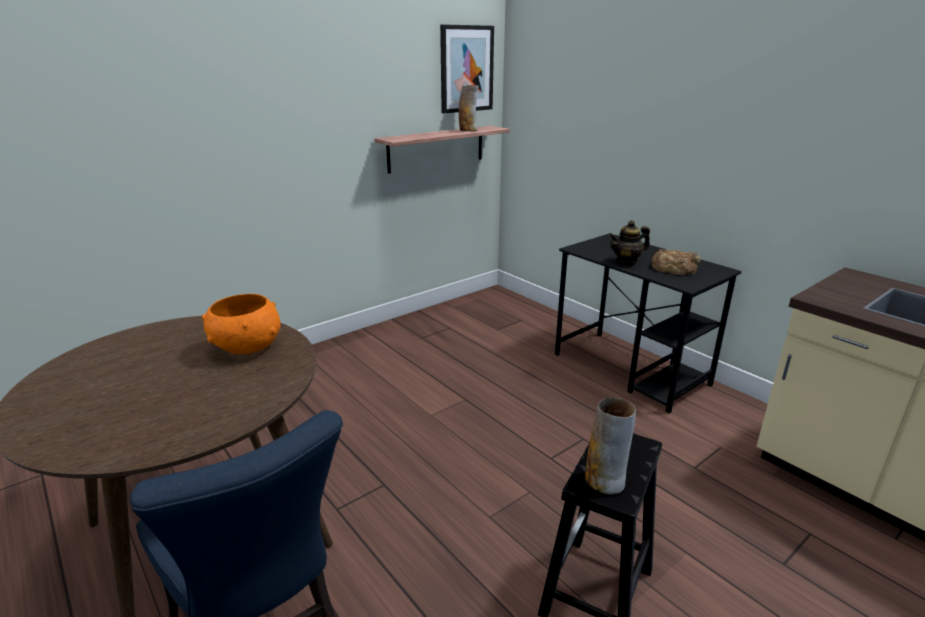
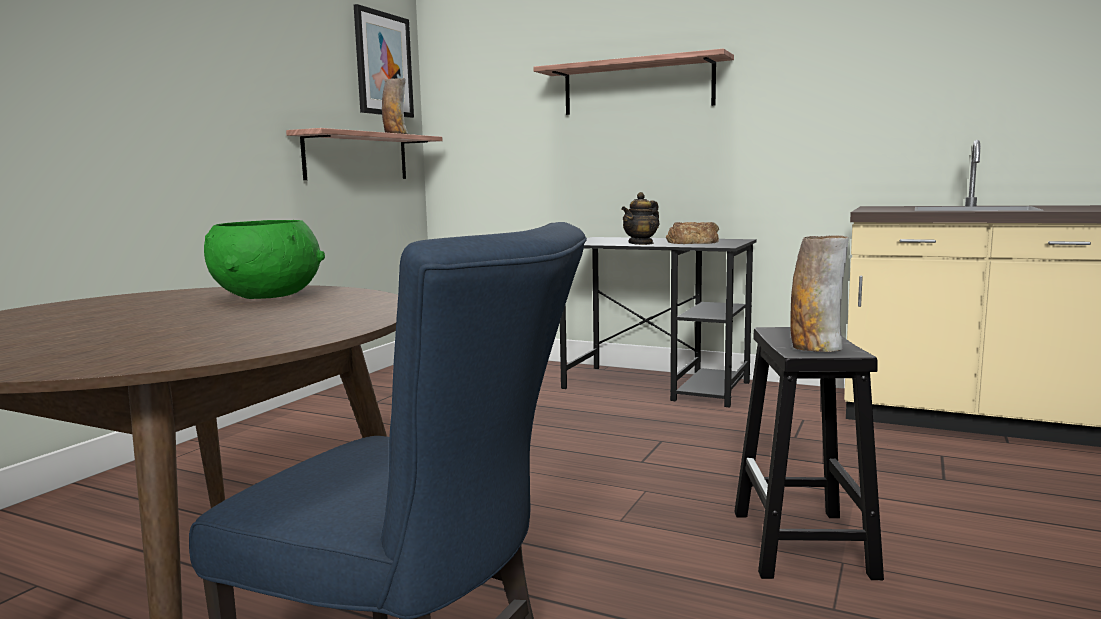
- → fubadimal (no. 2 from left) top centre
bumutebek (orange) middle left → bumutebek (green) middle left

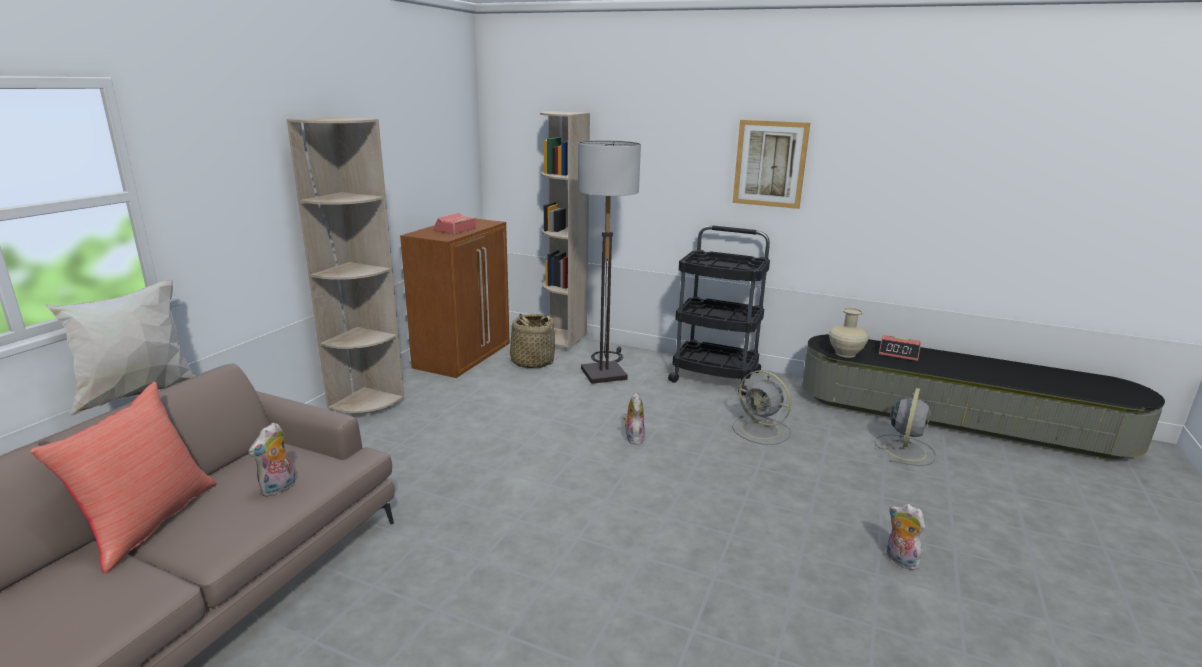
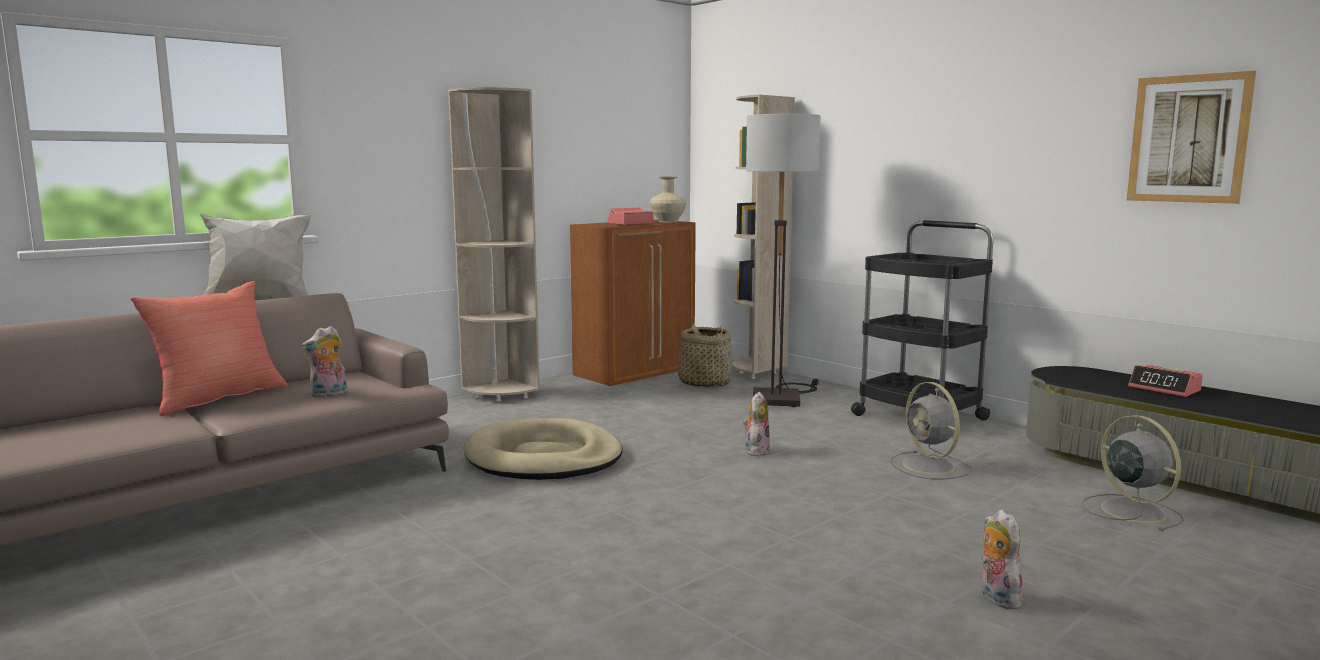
- → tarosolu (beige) bottom centre
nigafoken top centre → nigafoken top right, relocated
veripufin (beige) middle right → veripufin (beige) top centre, relocated
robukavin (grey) (no. 2 from left) middle right → robukavin (grey) (no. 2 from left) bottom right, 75 degrees counterclockwise

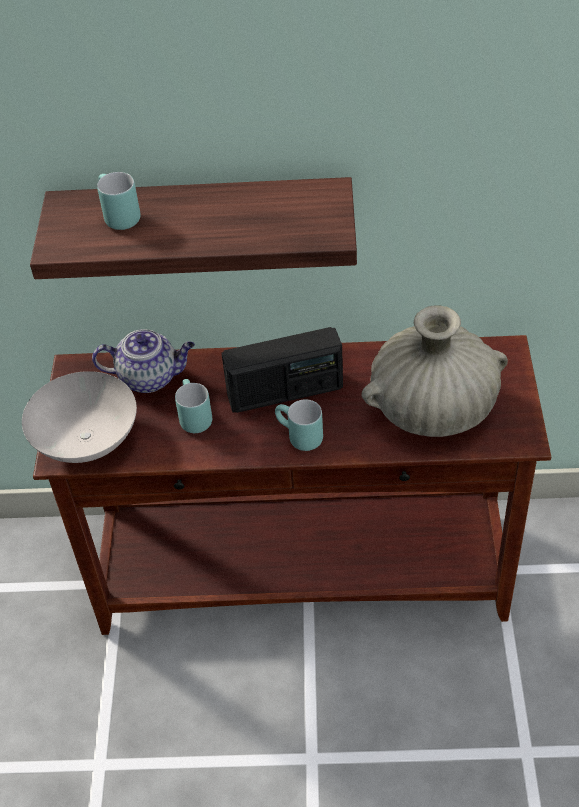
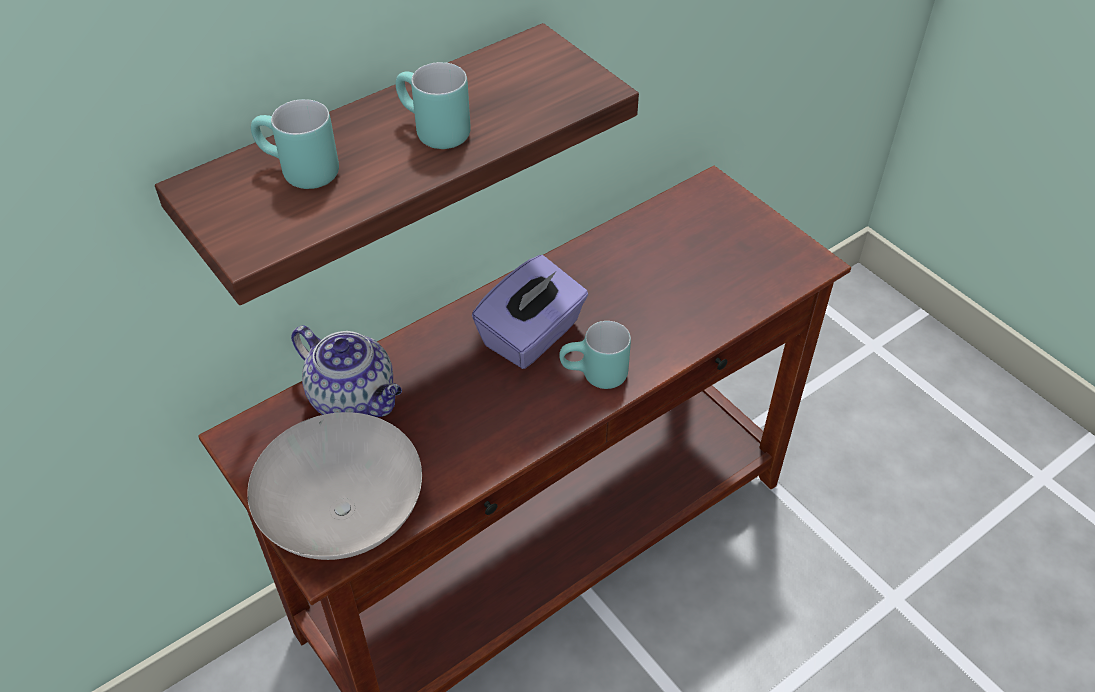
veripufin (beige) middle right → -
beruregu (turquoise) (no. 2 from left) centre → beruregu (turquoise) (no. 2 from left) top centre, relocated
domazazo centre → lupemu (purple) centre
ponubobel middle left, 75 degrees clockwise

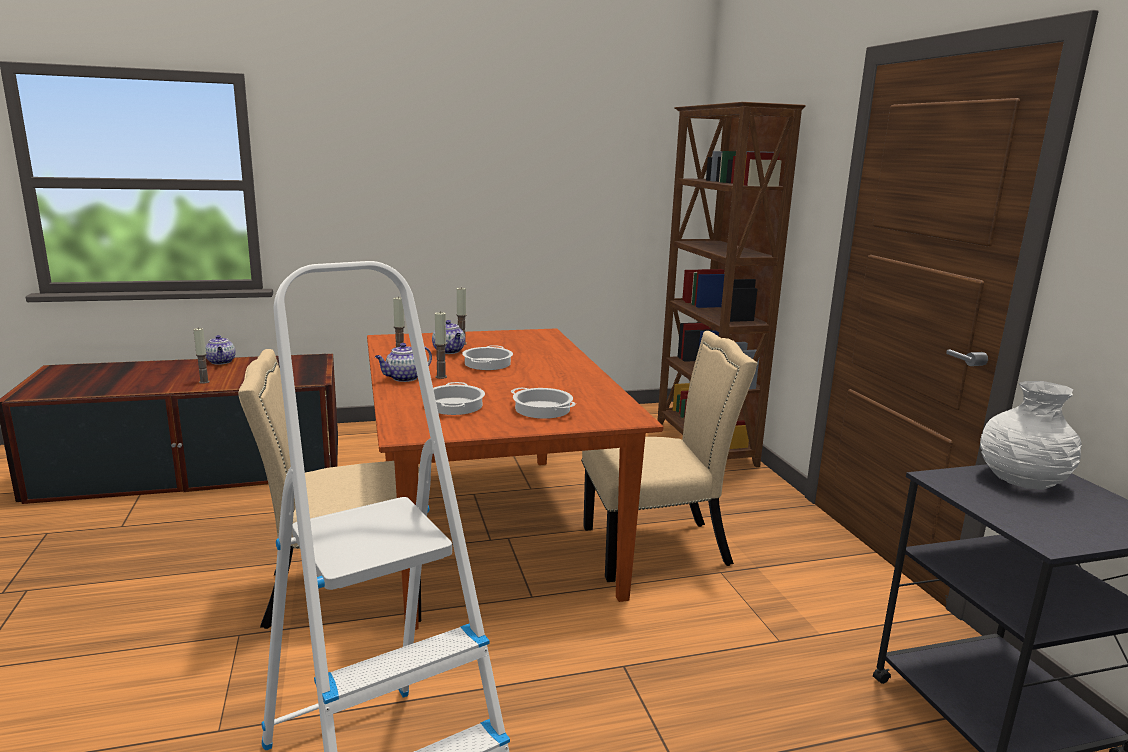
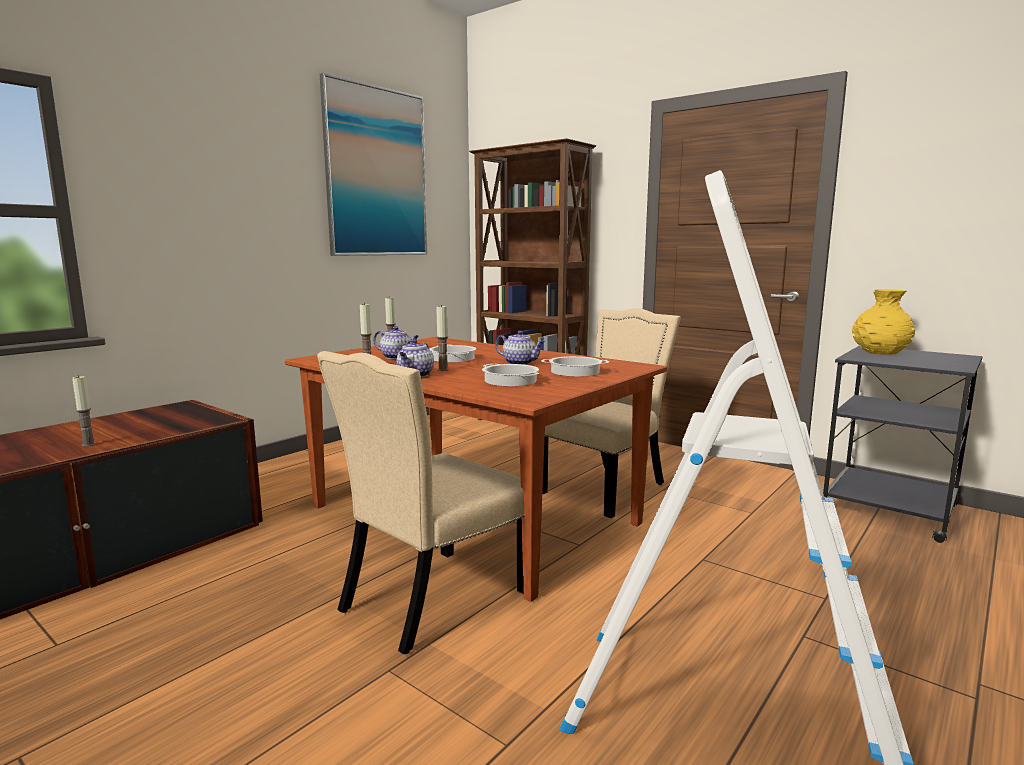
- → nigafoken top centre
ponubobel (no. 1 from left in the first image) middle left → ponubobel (no. 3 from left) centre, relocated
veripufin (white) middle right → veripufin (yellow) middle right

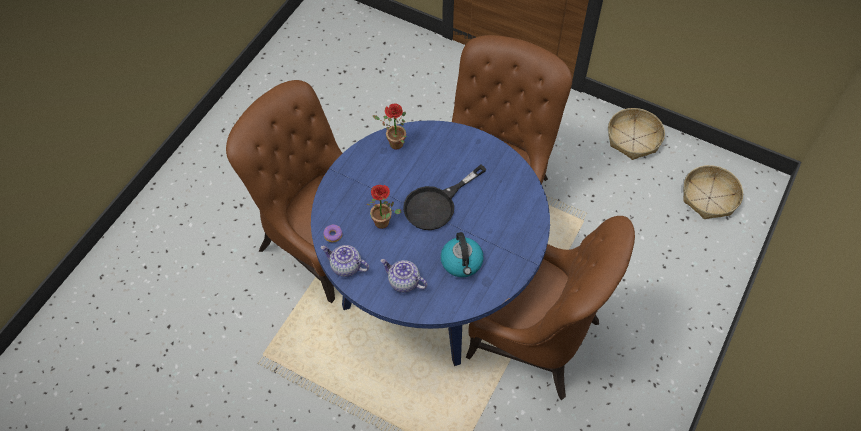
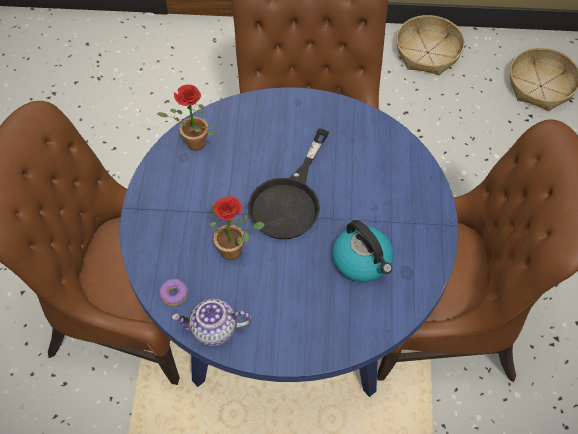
ponubobel (no. 2 from left) centre → -

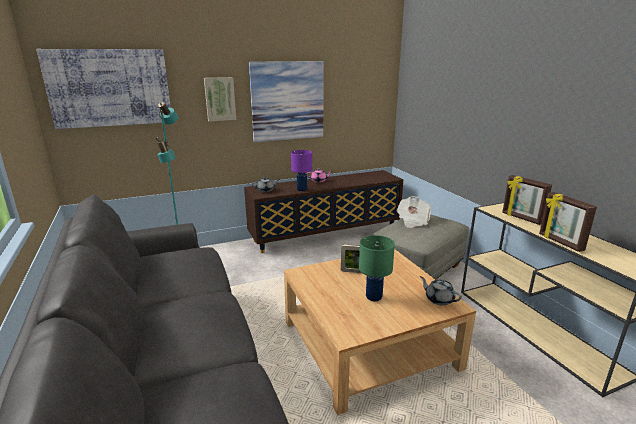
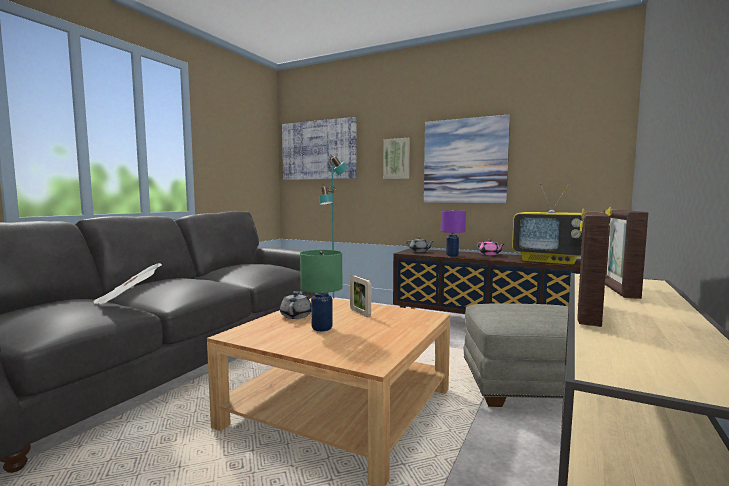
- → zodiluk middle right
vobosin centre → vobosin middle left, relocated
ponubobel (grey) (no. 2 from left in the first image) bottom right → ponubobel (grey) (no. 1 from left) centre, relocated

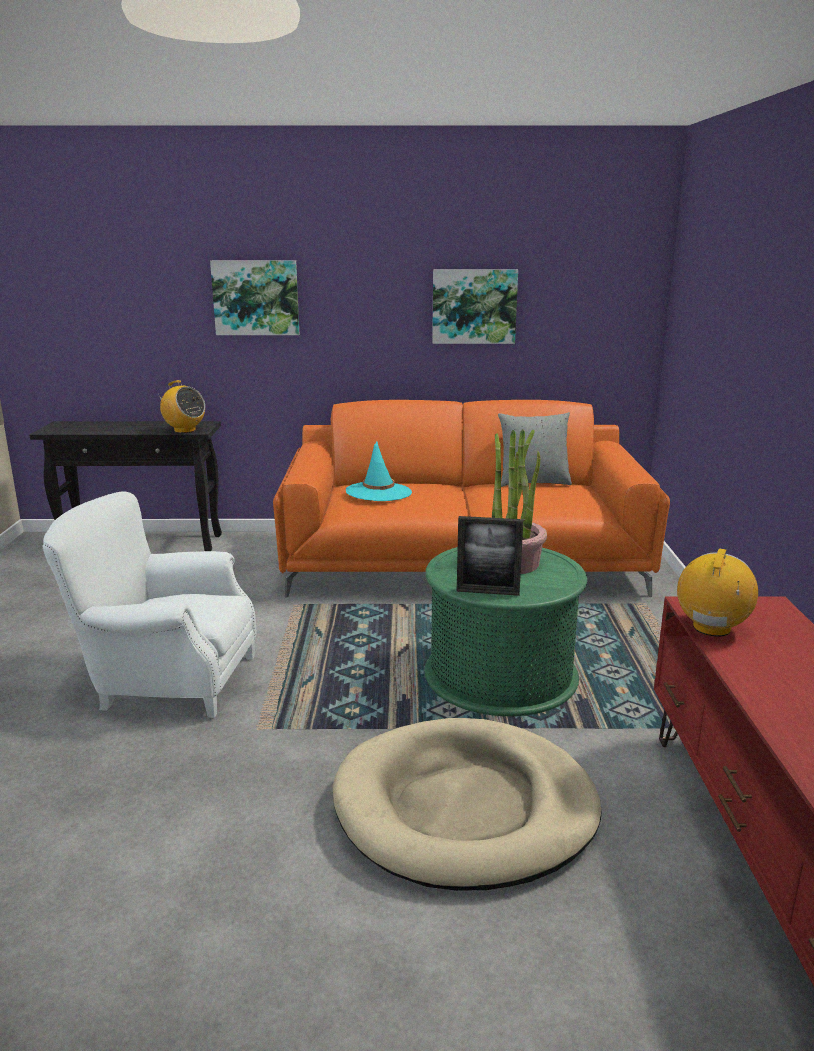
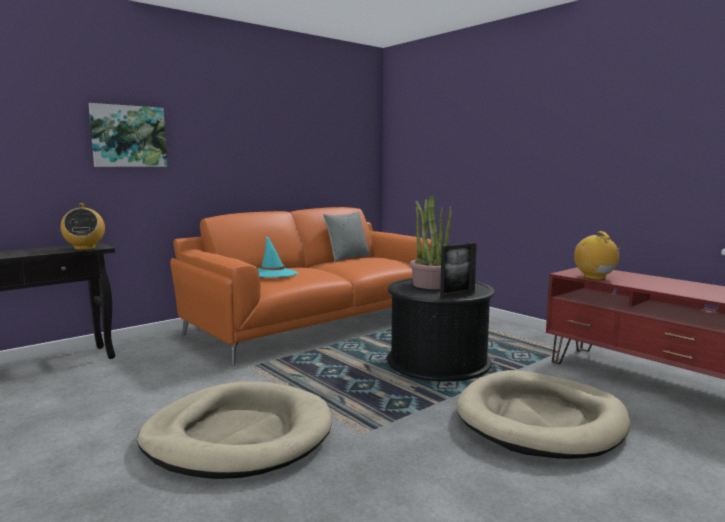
nigafoken (no. 2 from left) top centre → -
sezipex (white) middle left → tarosolu (beige) (no. 1 from left) bottom left
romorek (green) centre → romorek (black) centre
domazazo (no. 1 from left) middle left, 75 degrees clockwise

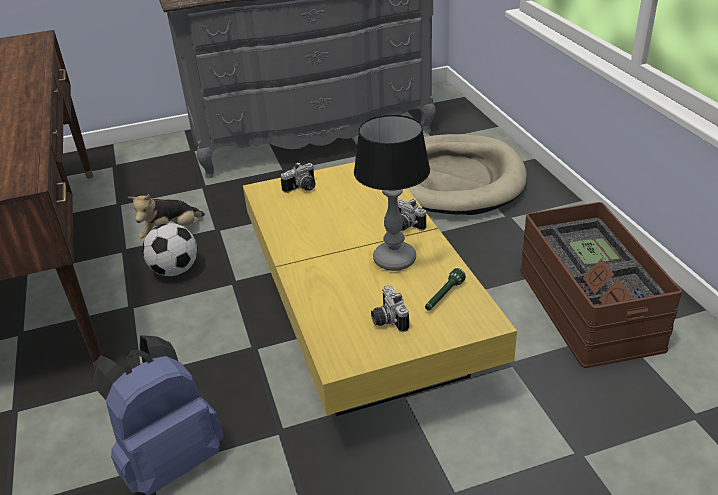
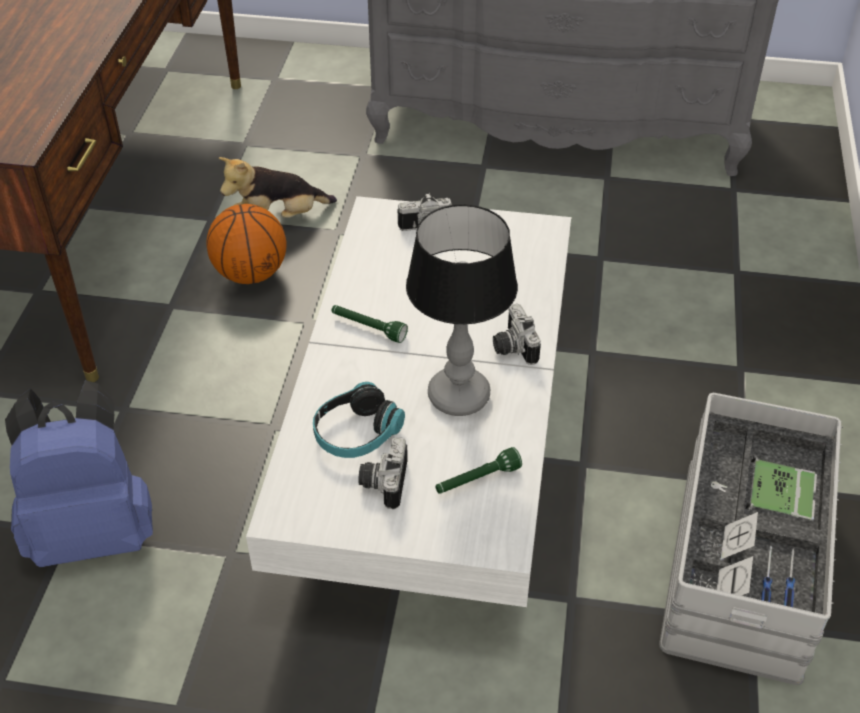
tarosolu (beige) centre → -
- → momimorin centre
- → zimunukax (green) (no. 1 from left) centre
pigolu middle left → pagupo middle left
romorek (yellow) centre → romorek (white) centre
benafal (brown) middle right → benafal (grey) bottom right

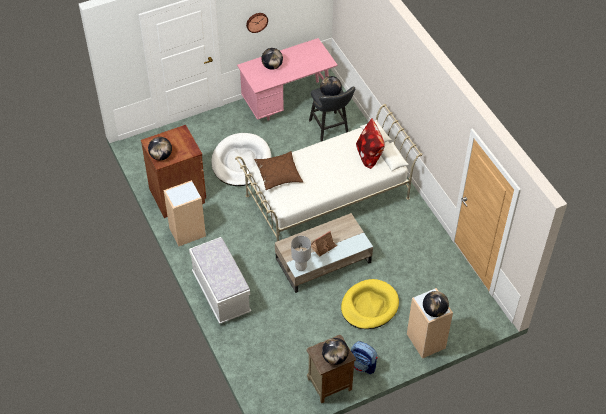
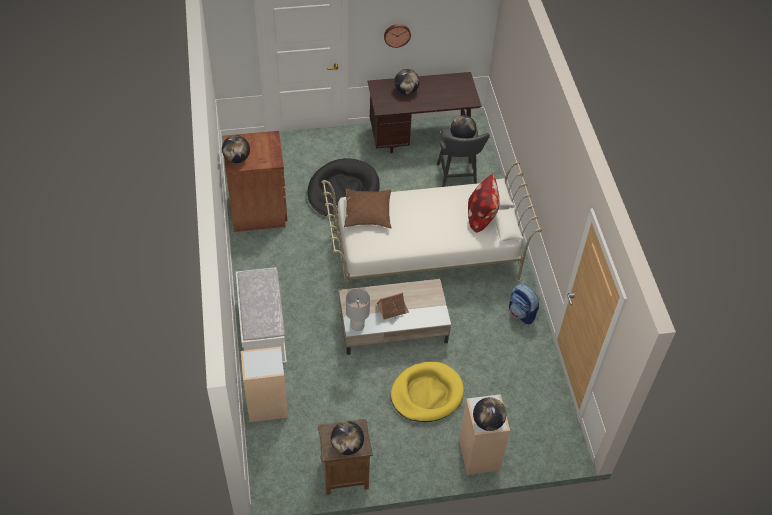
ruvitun (no. 1 from left) middle left → ruvitun (no. 1 from left) bottom centre, relocated
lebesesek bottom centre → lebesesek middle right, relocated
tarosolu (white) centre → tarosolu (black) centre
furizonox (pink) top centre → furizonox (brown) top centre

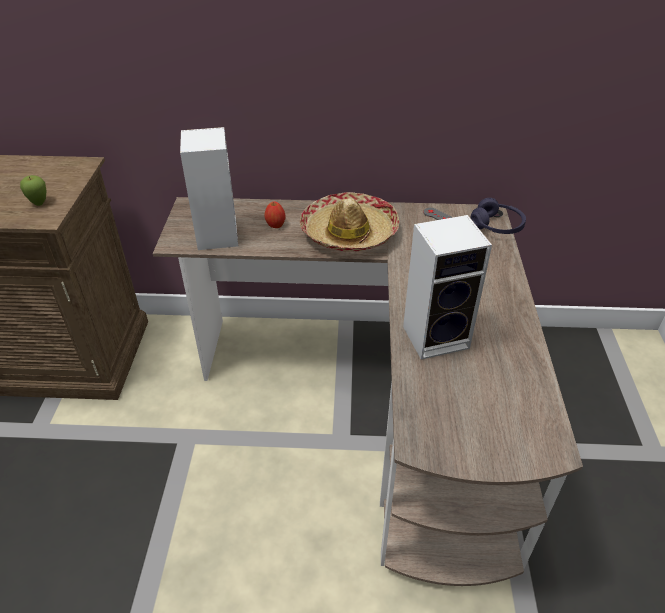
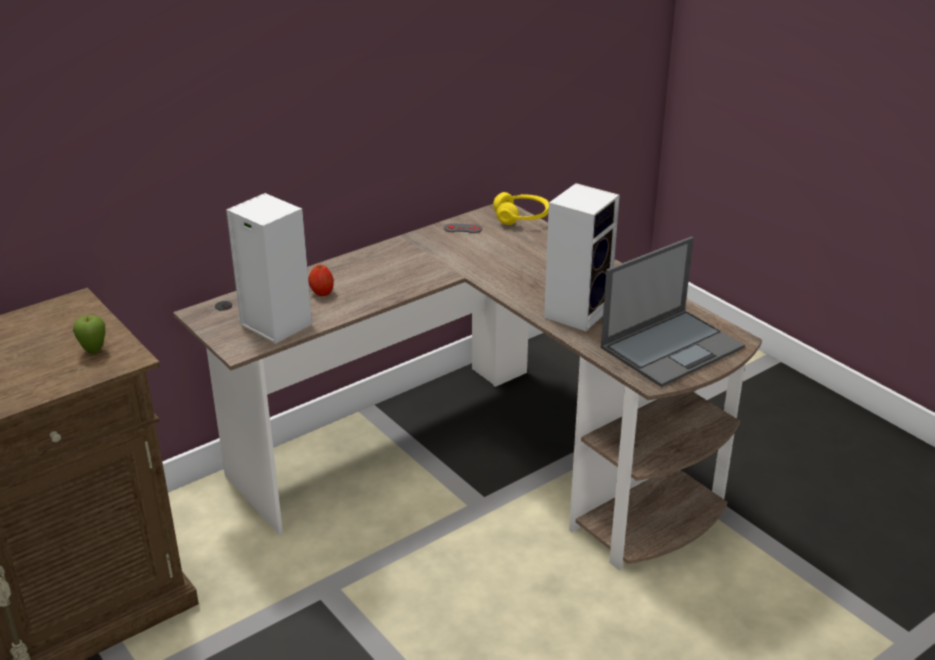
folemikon centre → -
- → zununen middle right
momimorin (purple) middle right → momimorin (yellow) top centre

